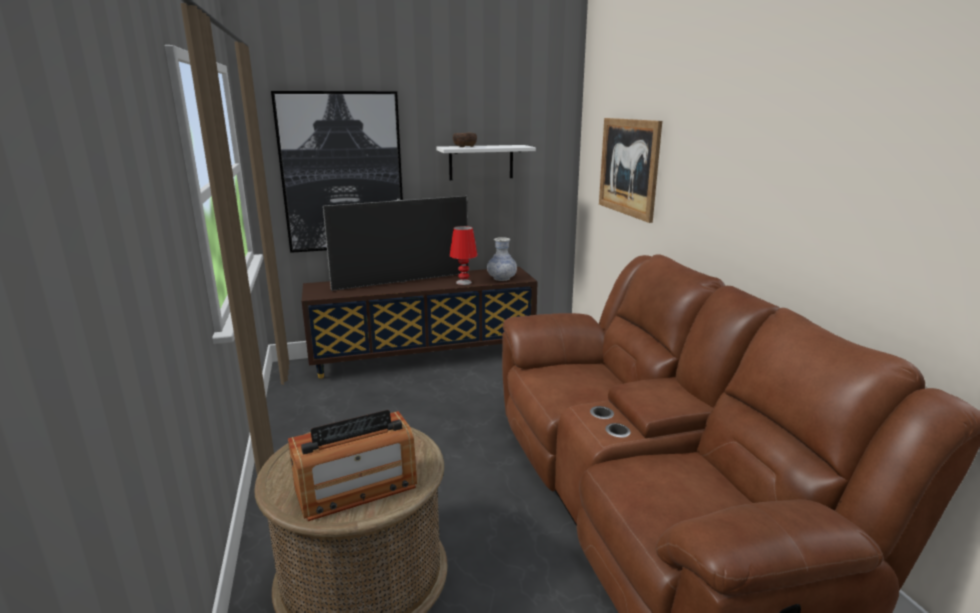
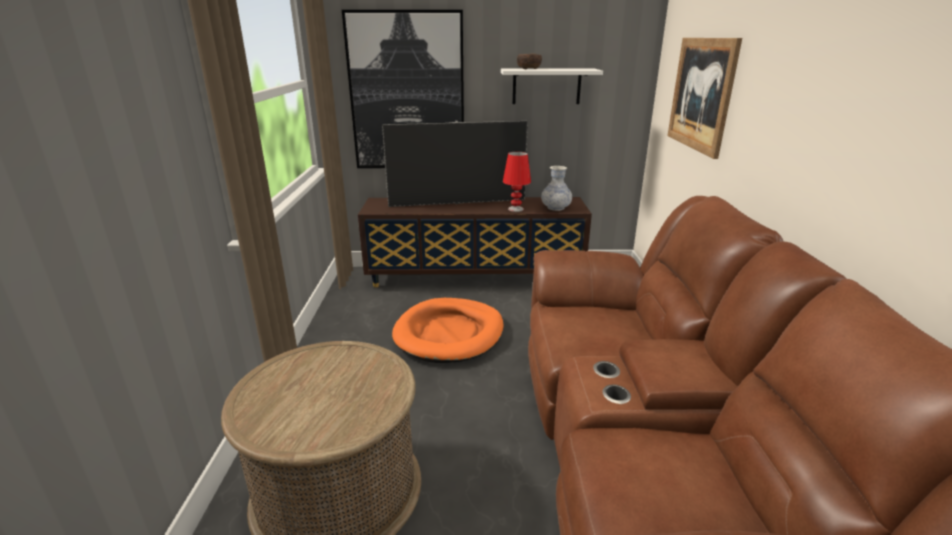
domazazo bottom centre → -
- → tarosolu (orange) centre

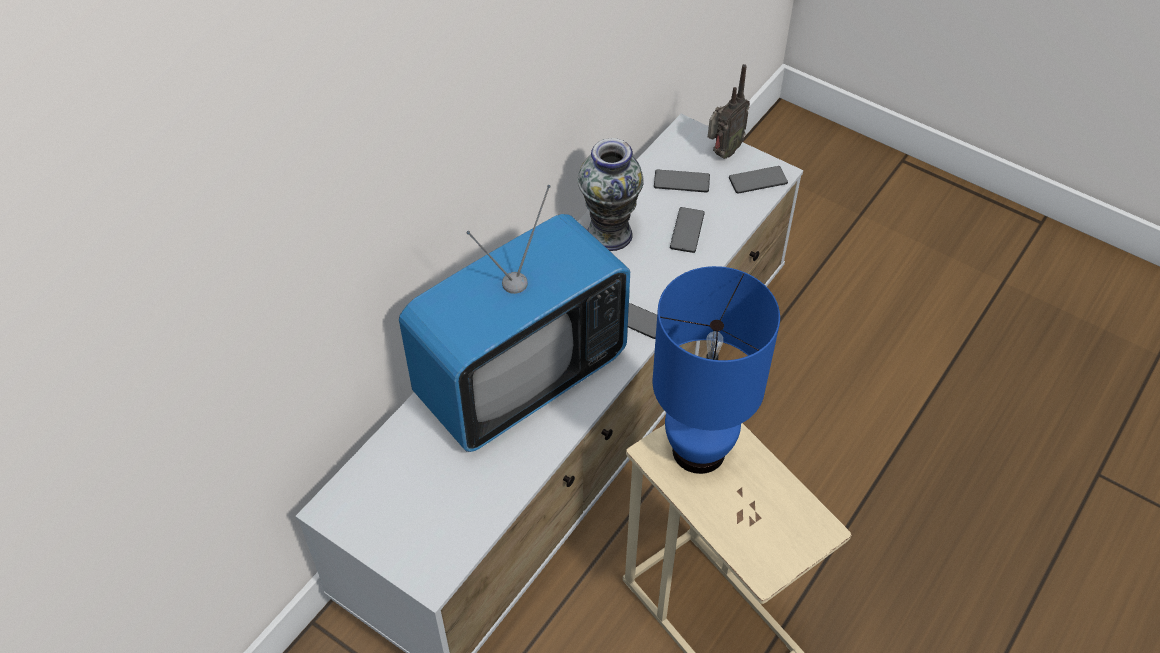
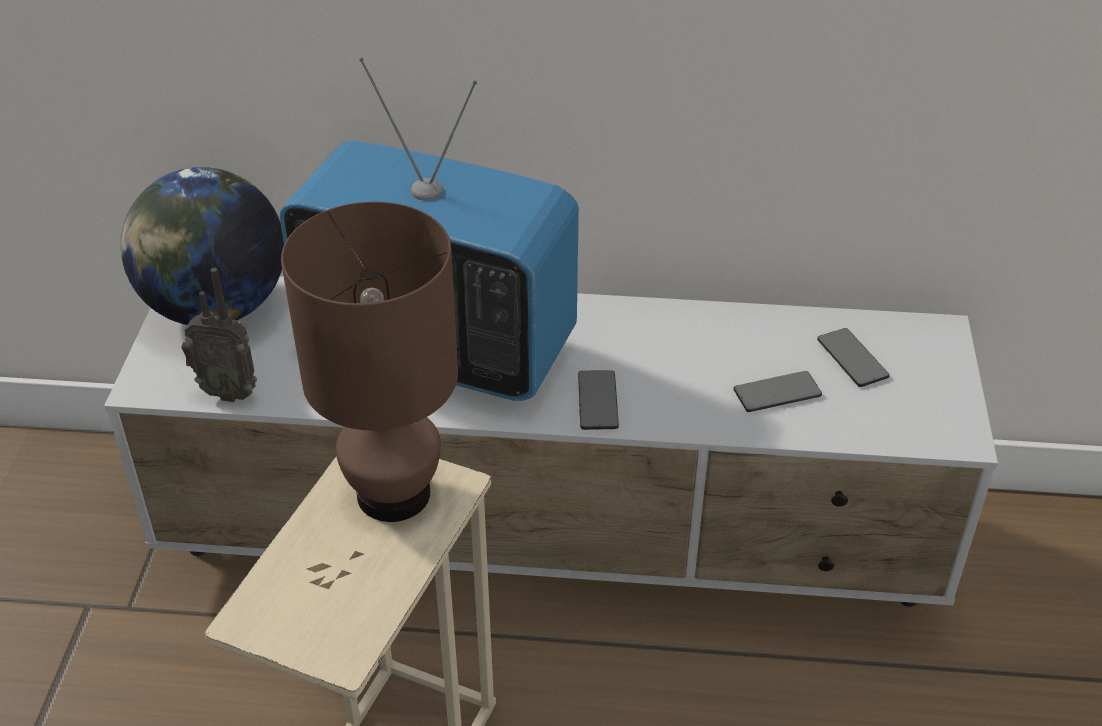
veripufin top centre → -
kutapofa (no. 4 from left) top centre → -
- → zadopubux middle left
domazazo top centre → domazazo middle left, relocated
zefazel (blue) centre → zefazel (brown) centre

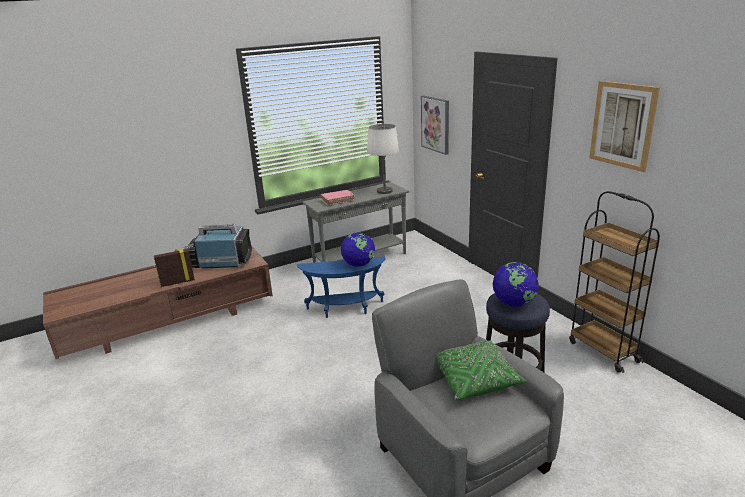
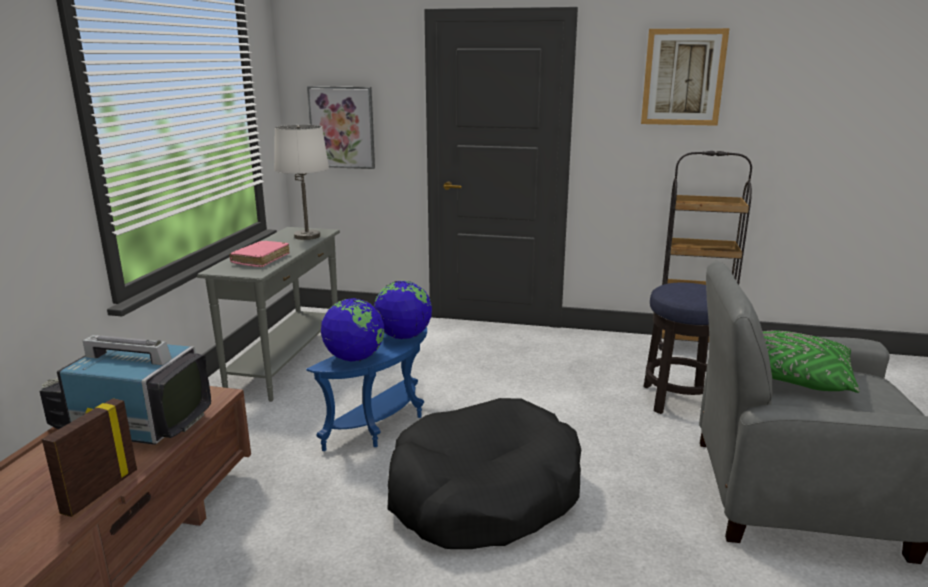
- → tarosolu (black) bottom centre
zadopubux (no. 2 from left in the first image) middle right → zadopubux (no. 1 from left) centre, relocated
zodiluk middle left, 60 degrees clockwise

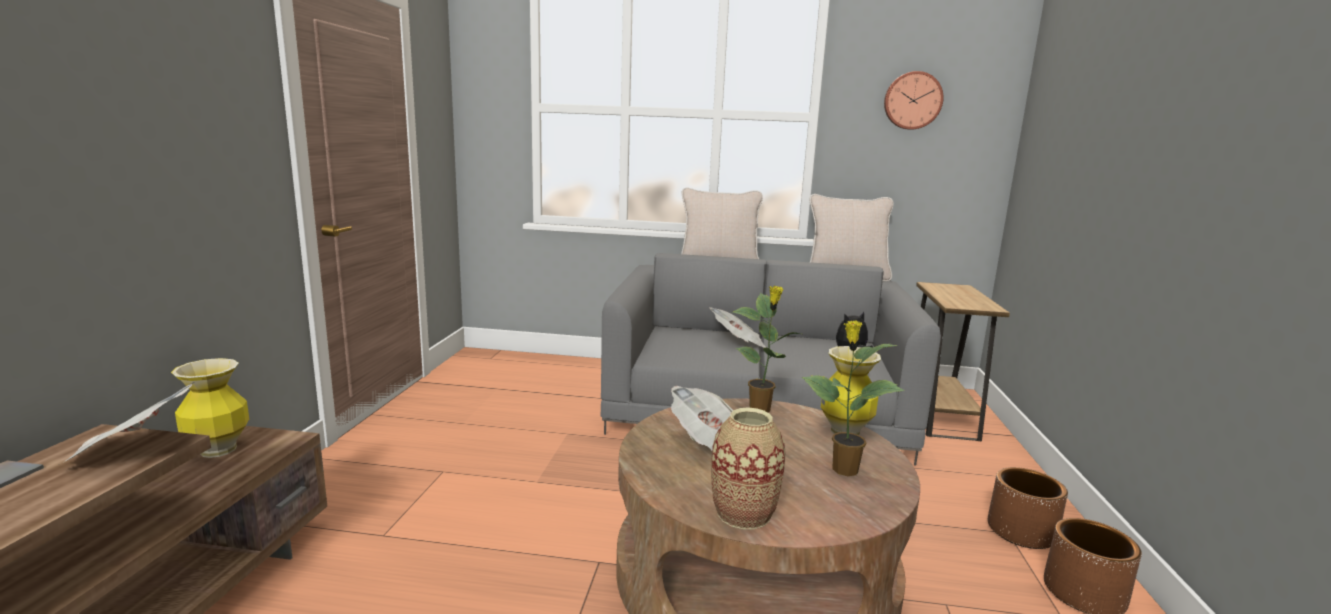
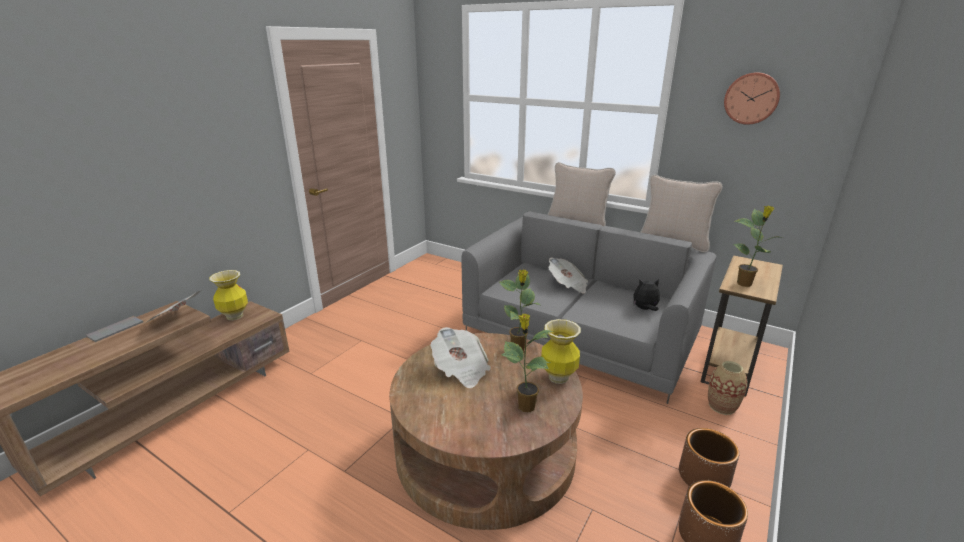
- → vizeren (no. 3 from left) middle right
veripufin (no. 2 from left in the first image) bottom centre → veripufin (no. 3 from left) bottom right, relocated

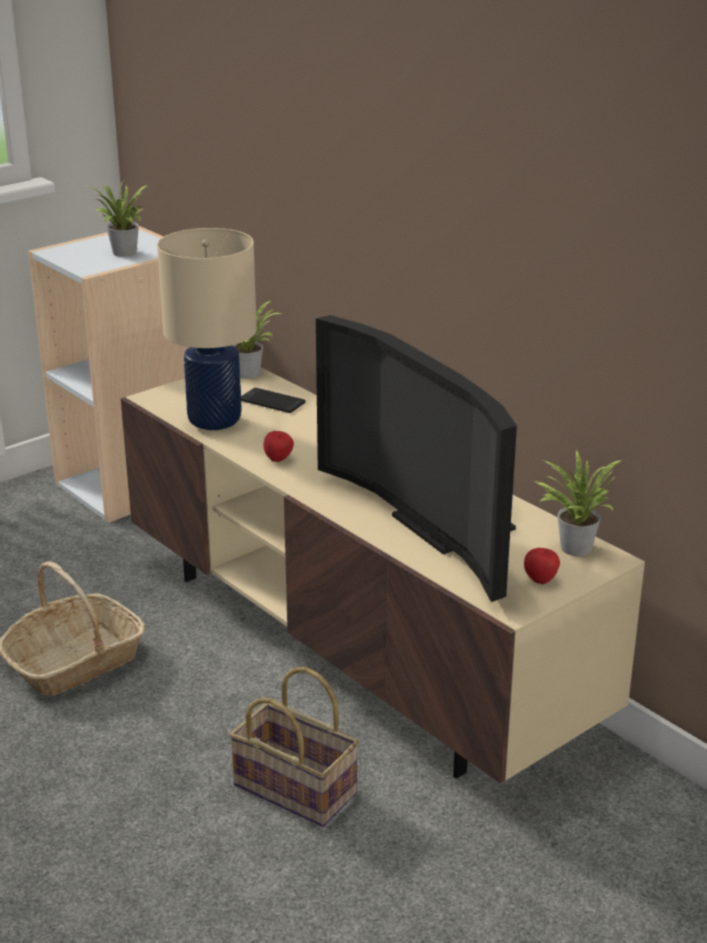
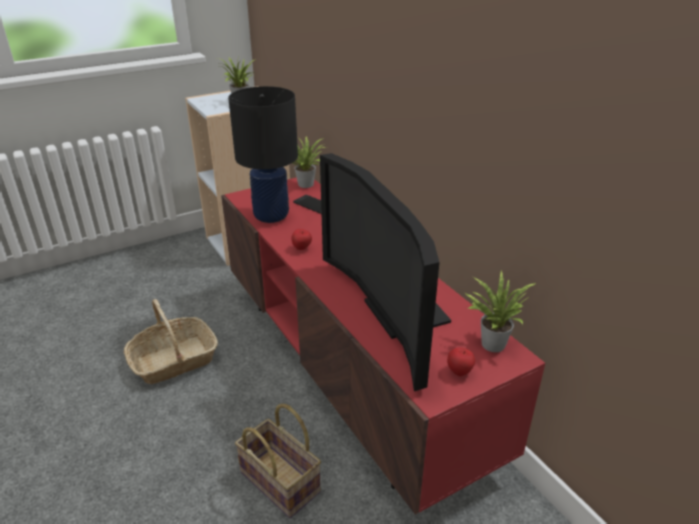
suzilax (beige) centre → suzilax (red) centre
zefazel (beige) middle left → zefazel (black) top centre

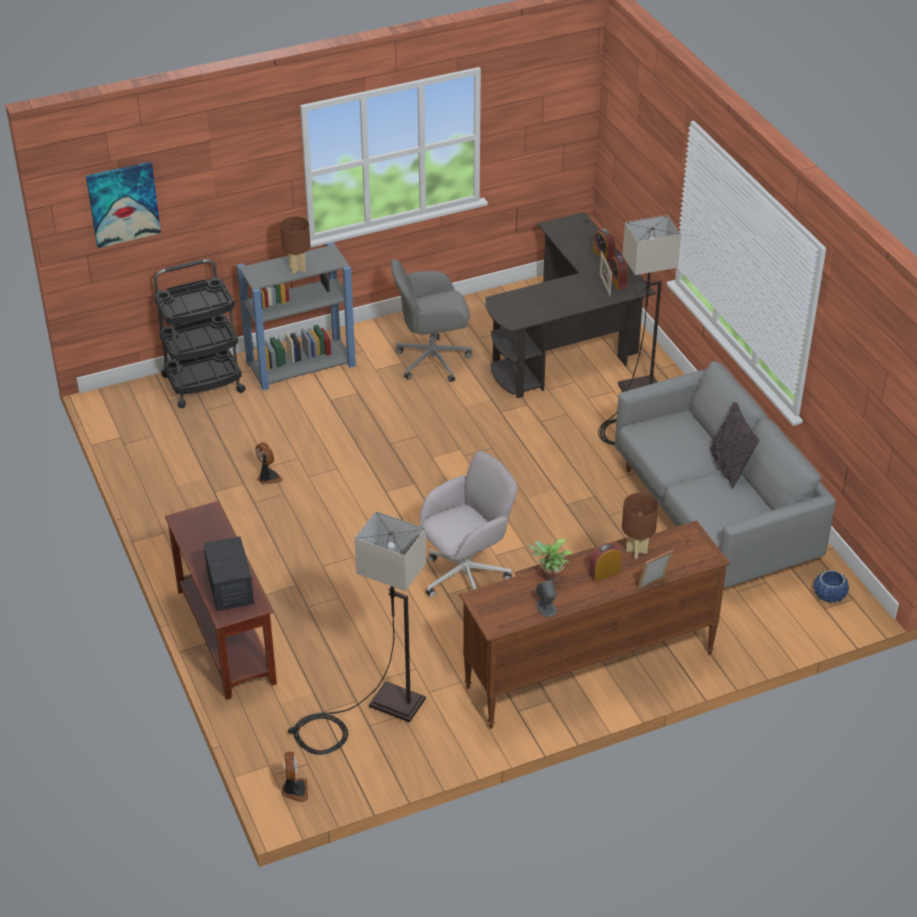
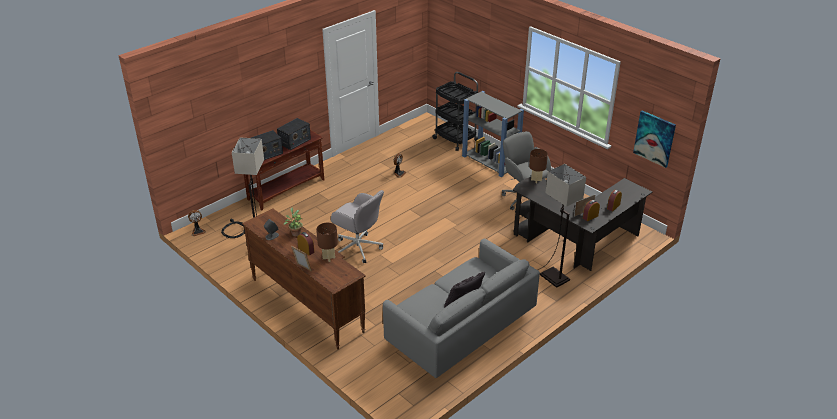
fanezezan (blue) middle right → -
- → domazazo (no. 2 from left) top centre
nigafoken top left → nigafoken top right, relocated
zefazel (brown) (no. 1 from left in the first image) top left → zefazel (brown) (no. 2 from left) centre, relocated

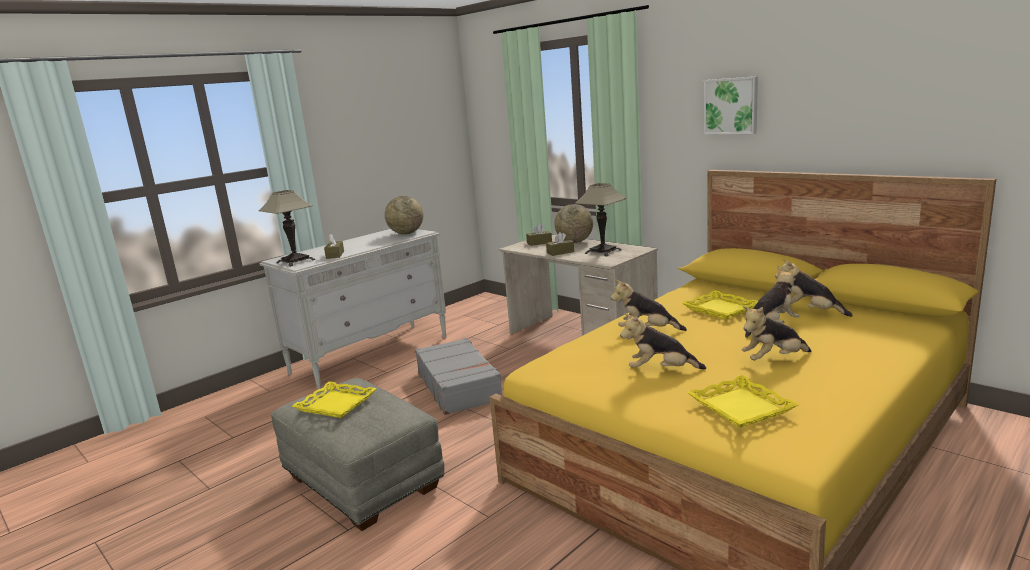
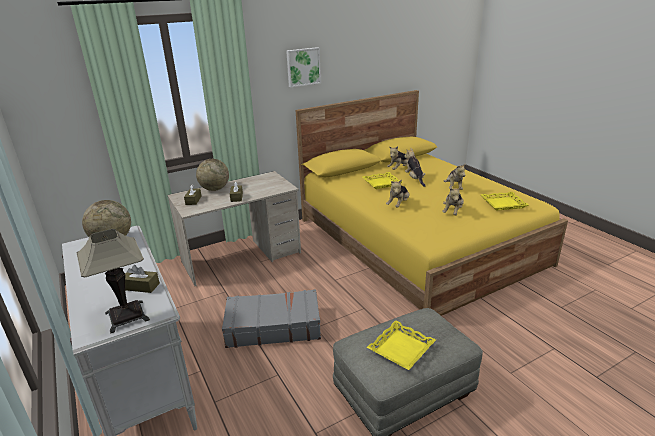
zefazel (no. 2 from left) centre → -

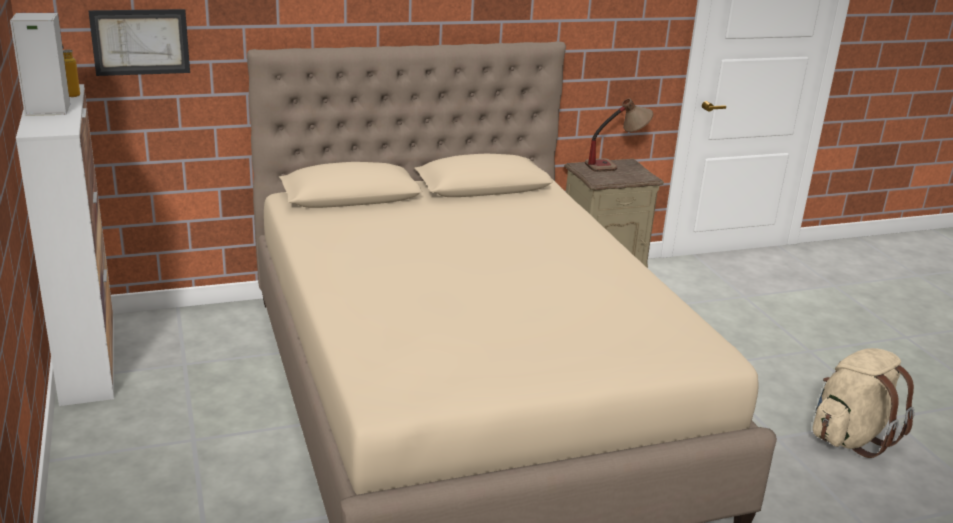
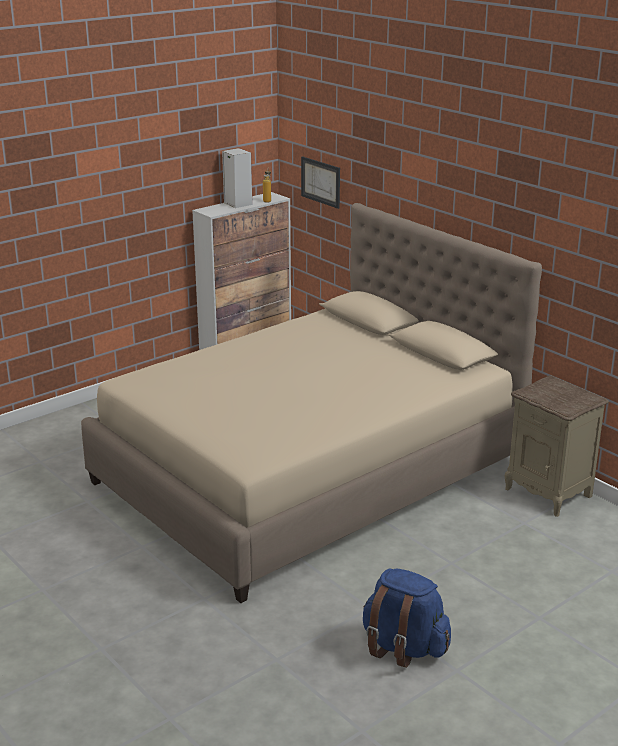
zefazel top centre → -
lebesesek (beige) bottom right → lebesesek (blue) bottom centre

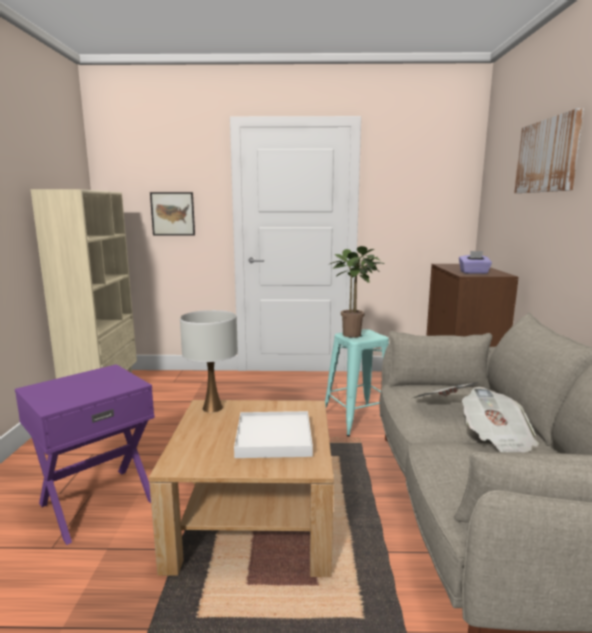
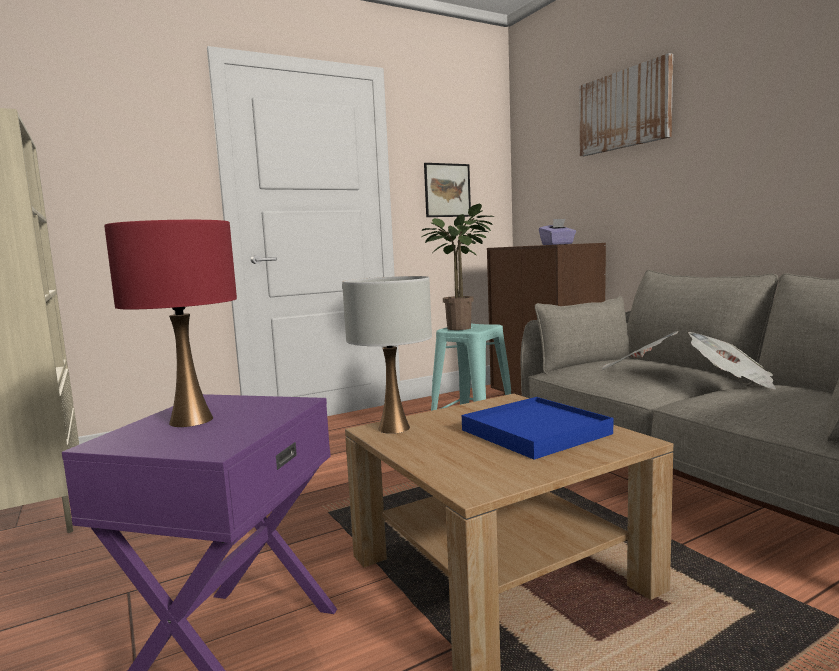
- → zefazel (red) middle left
nigafoken (no. 1 from left) middle left → nigafoken (no. 1 from left) top centre, relocated
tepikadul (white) bottom centre → tepikadul (blue) centre

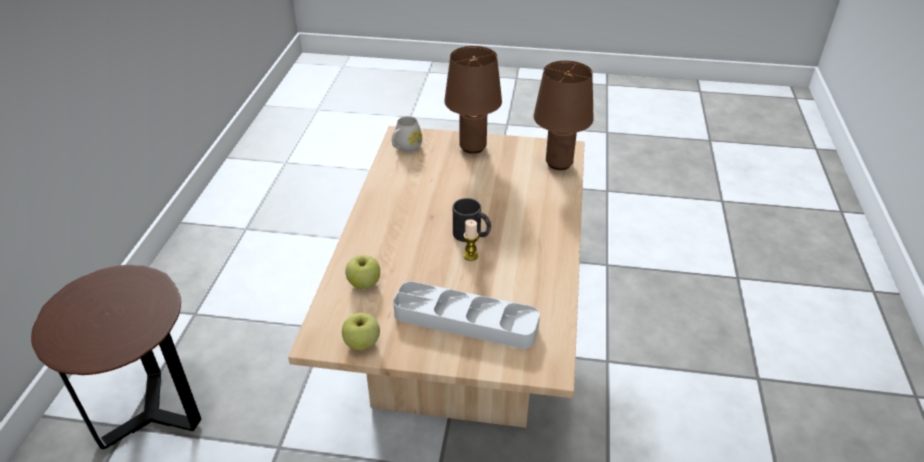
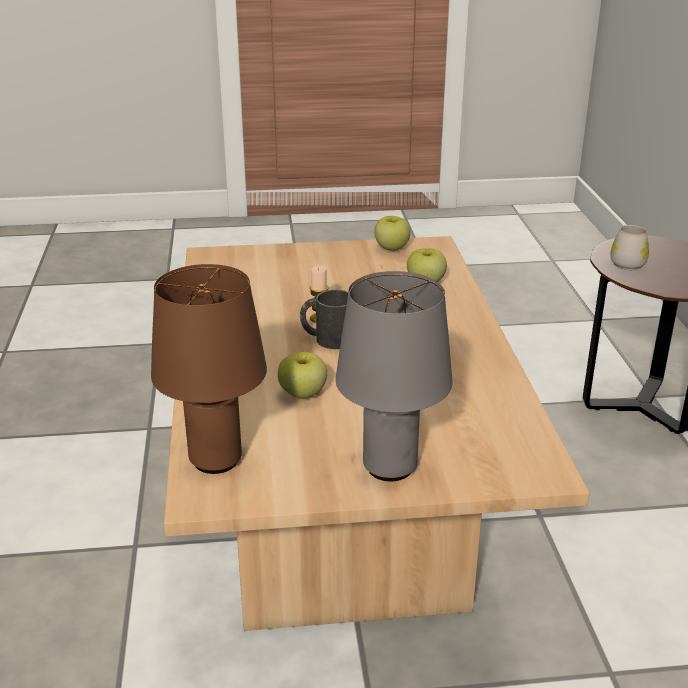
tepikadul (grey) bottom centre → -
- → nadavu (no. 1 from left) centre
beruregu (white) top centre → beruregu (white) middle right, relocated
zefazel (brown) (no. 1 from left) top centre → zefazel (grey) centre

